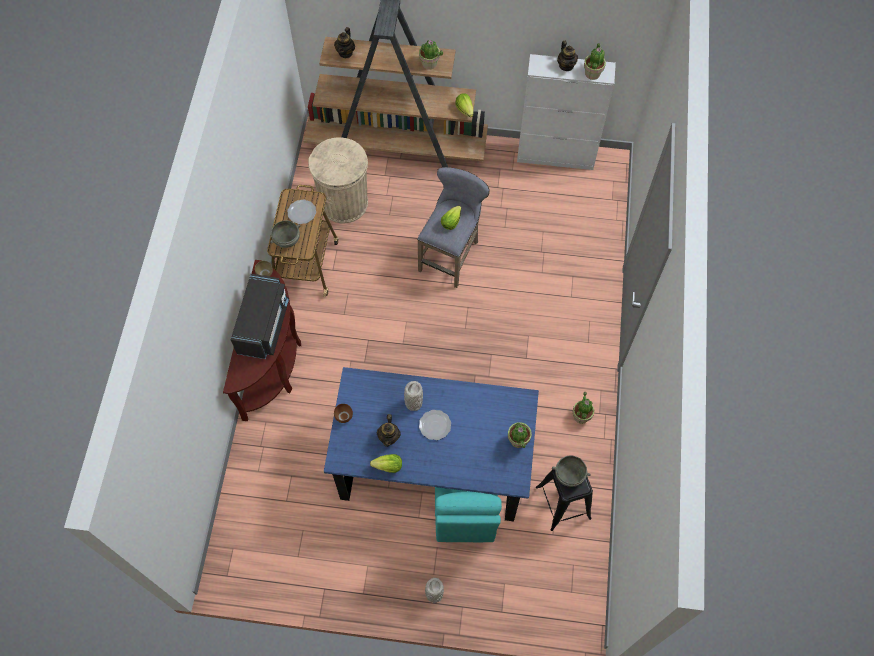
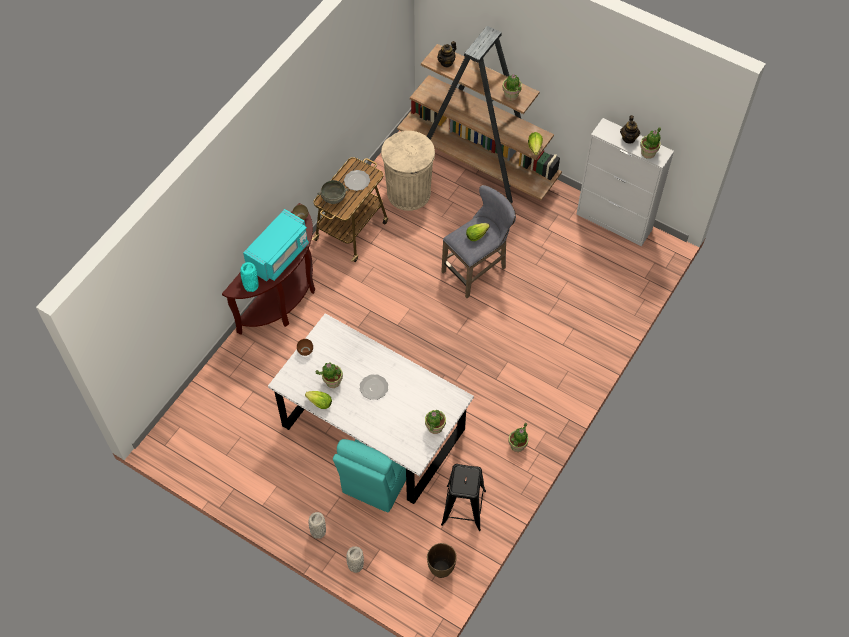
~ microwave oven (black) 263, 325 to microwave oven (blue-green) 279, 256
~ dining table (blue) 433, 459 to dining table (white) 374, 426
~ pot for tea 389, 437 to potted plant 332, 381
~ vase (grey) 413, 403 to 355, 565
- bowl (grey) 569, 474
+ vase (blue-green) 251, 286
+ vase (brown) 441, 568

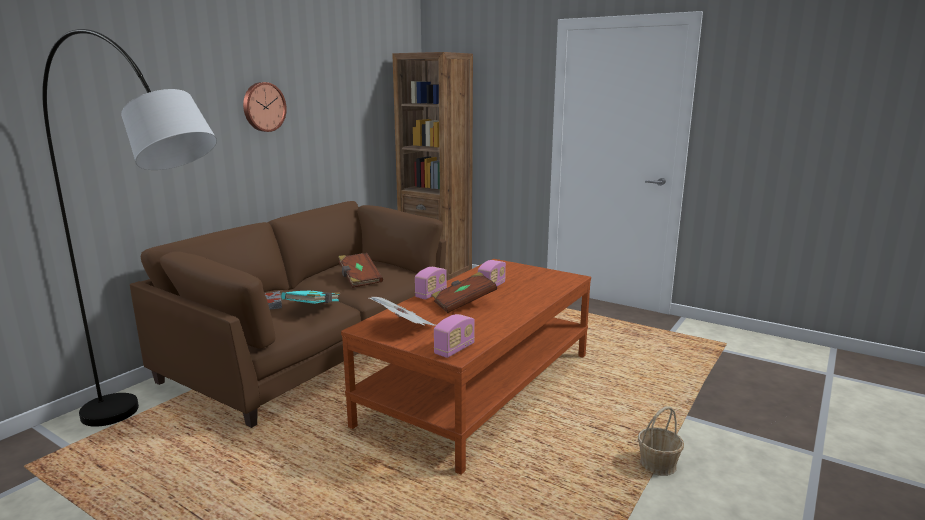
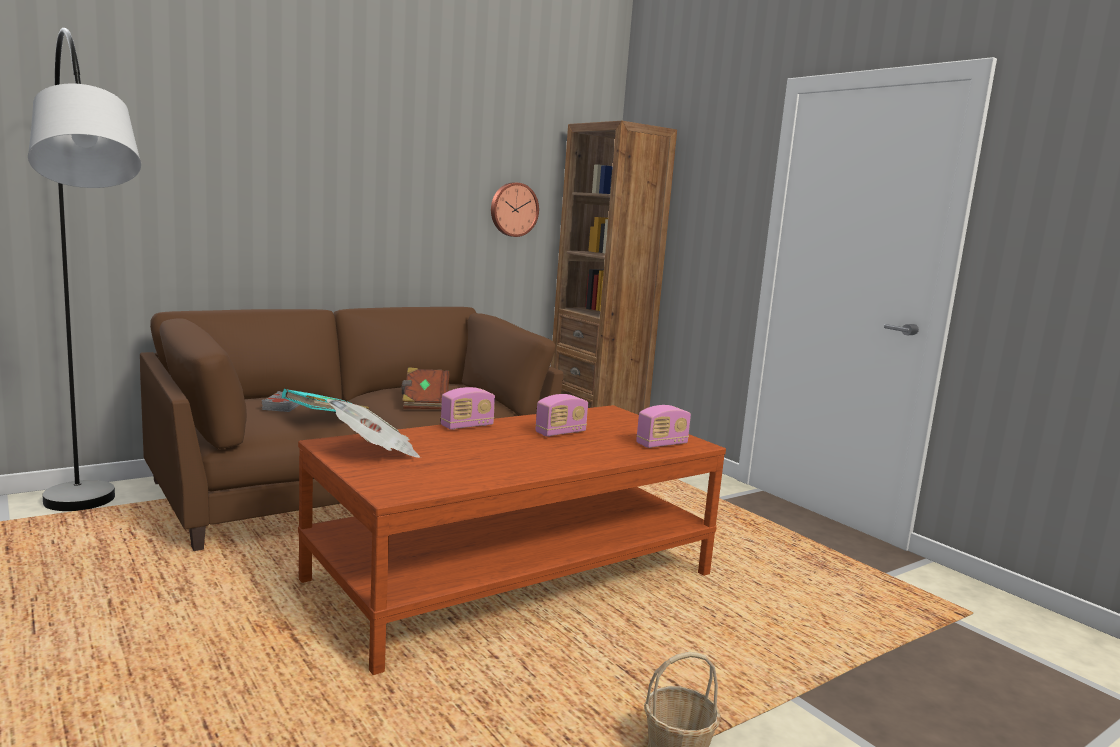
~ hanging clock 263, 107 to 513, 209
- volume (brown) 463, 303
~ radio set 454, 349 to 661, 444

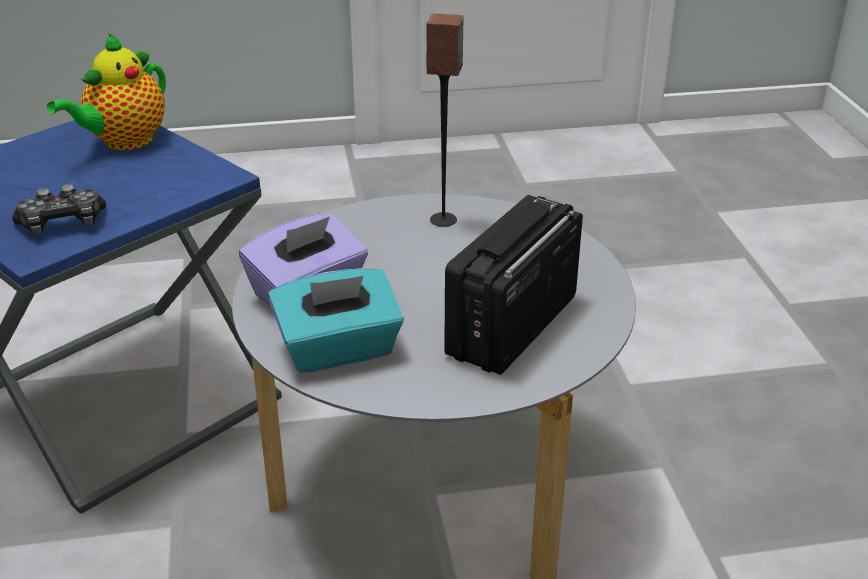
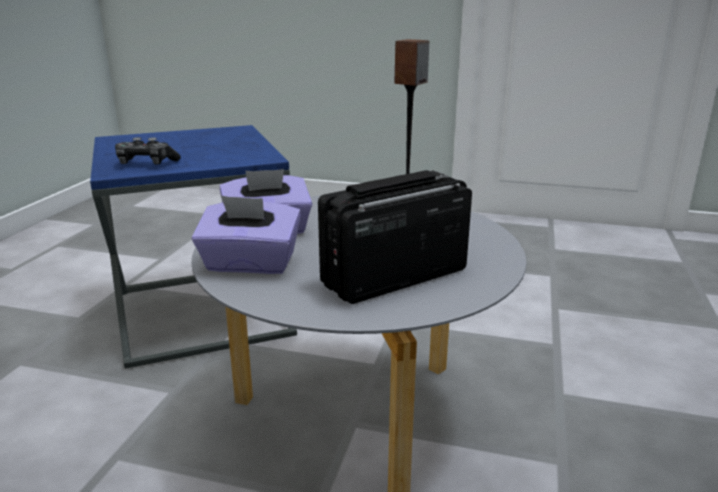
- pot for tea 124, 142
~ tissue box (blue-green) 338, 350 to tissue box (purple) 250, 264

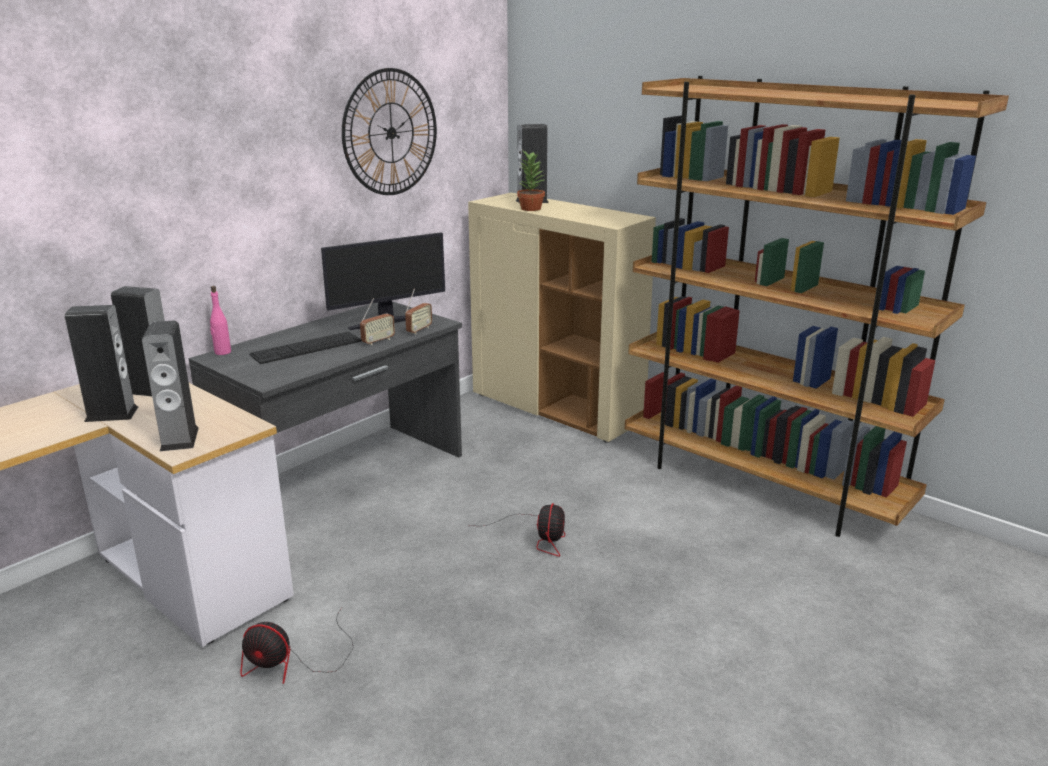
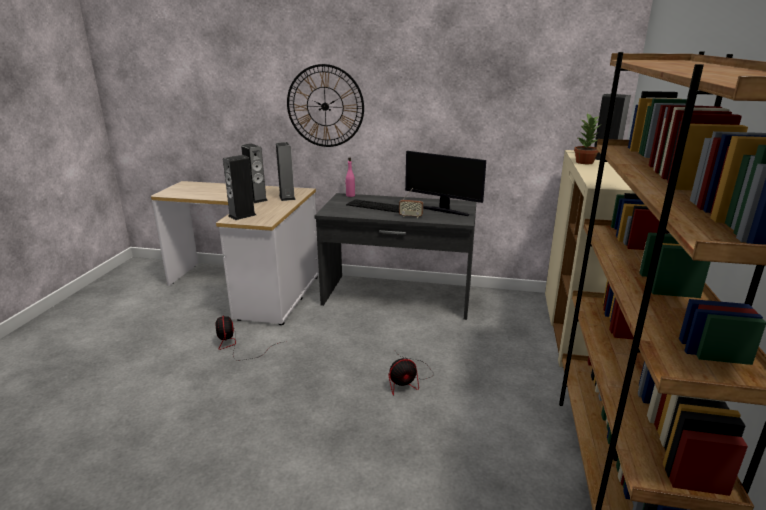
~ hanging clock 391, 133 to 325, 106
- radio set 419, 330

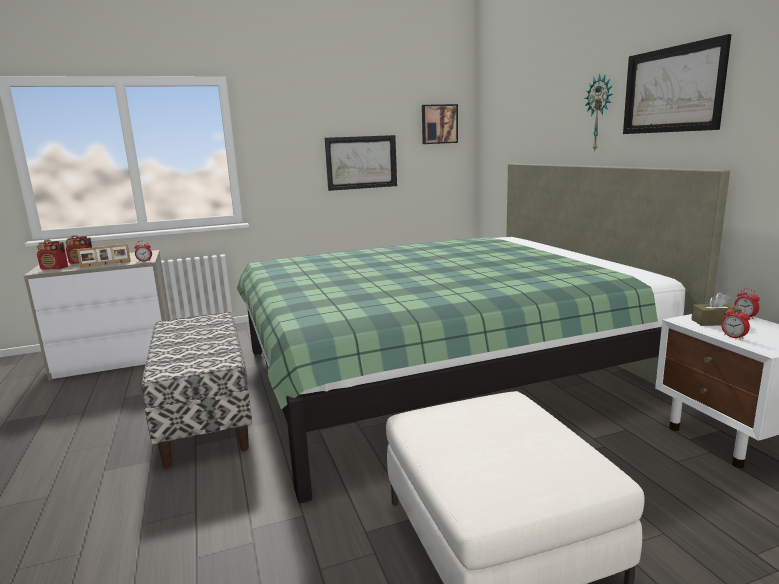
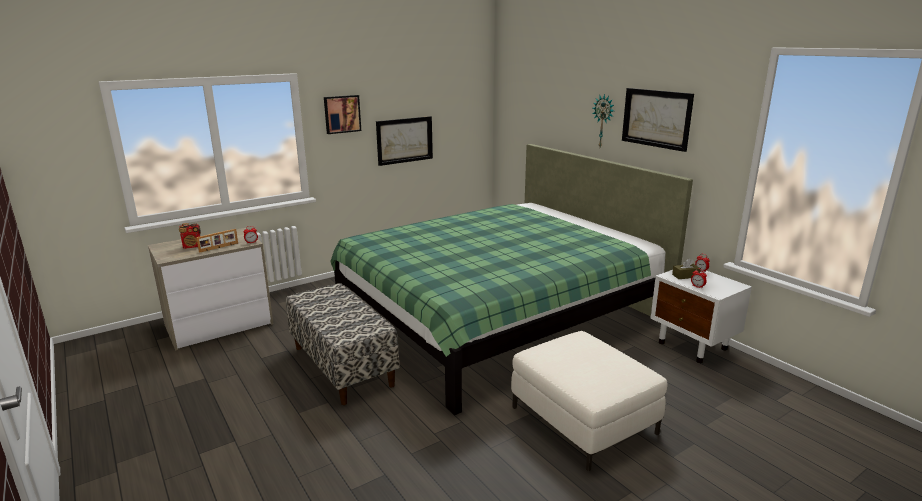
- radio set 54, 268
~ wall picture 439, 124 to 342, 114

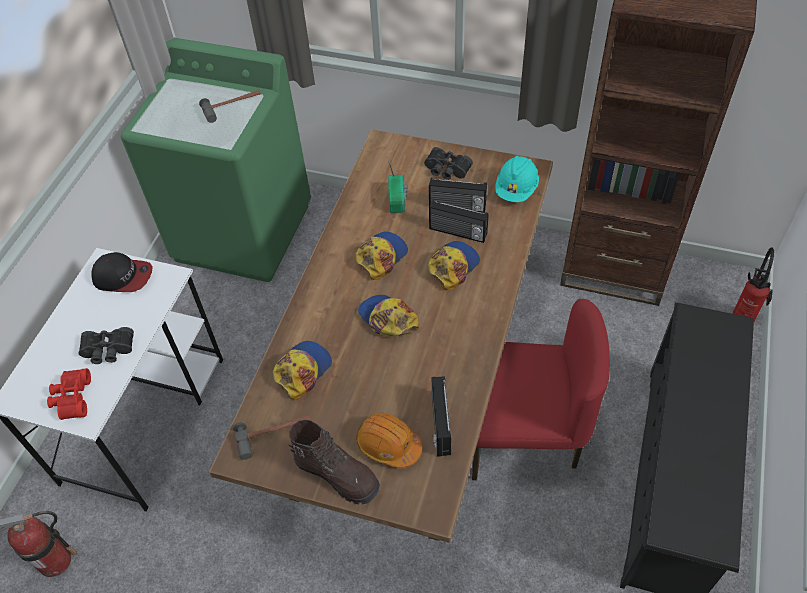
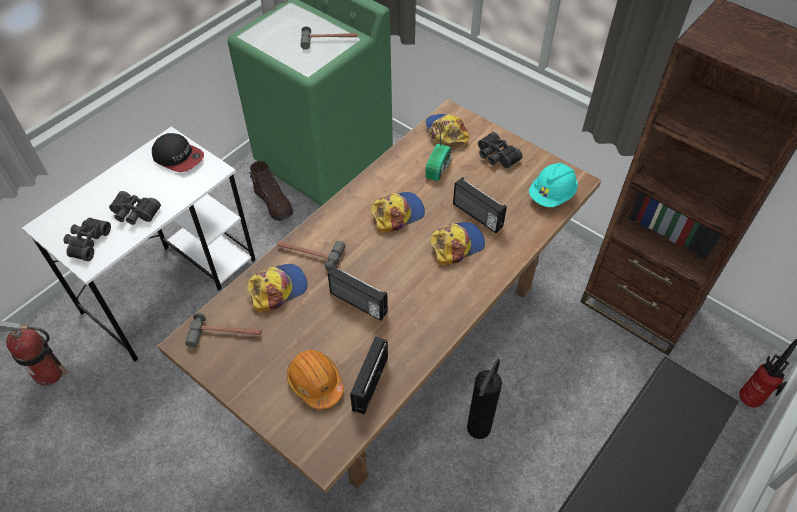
~ binoculars (red-coloured) 71, 398 to binoculars (black) 87, 242
~ tall boot (brown) 337, 474 to 274, 203
~ peaked cap 387, 319 to 446, 133
~ radio set 457, 207 to 358, 303
~ upright chair (red-coloured) 524, 435 to fire-fighting cylinder 479, 426
+ hammer 309, 253

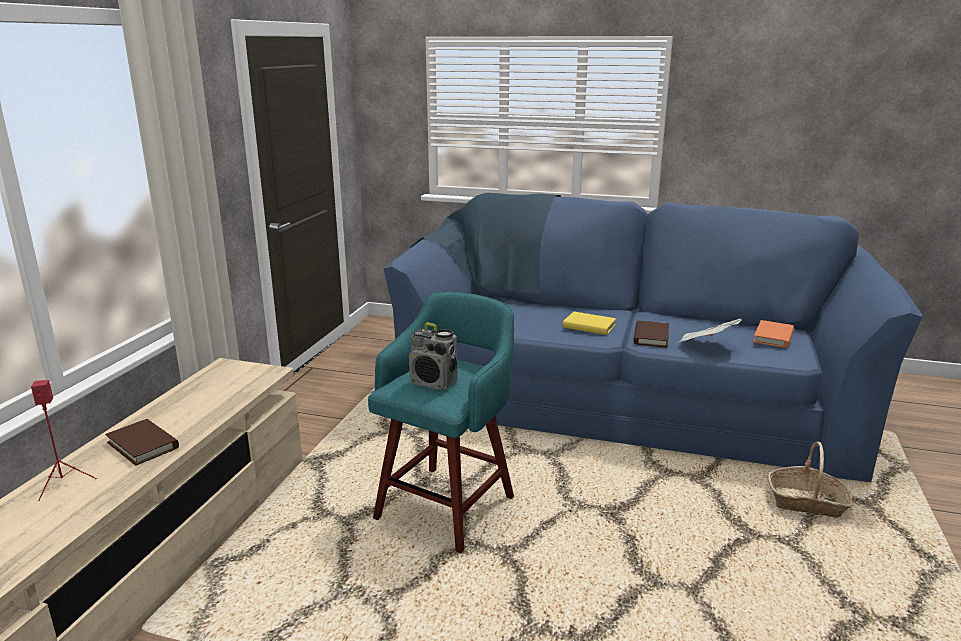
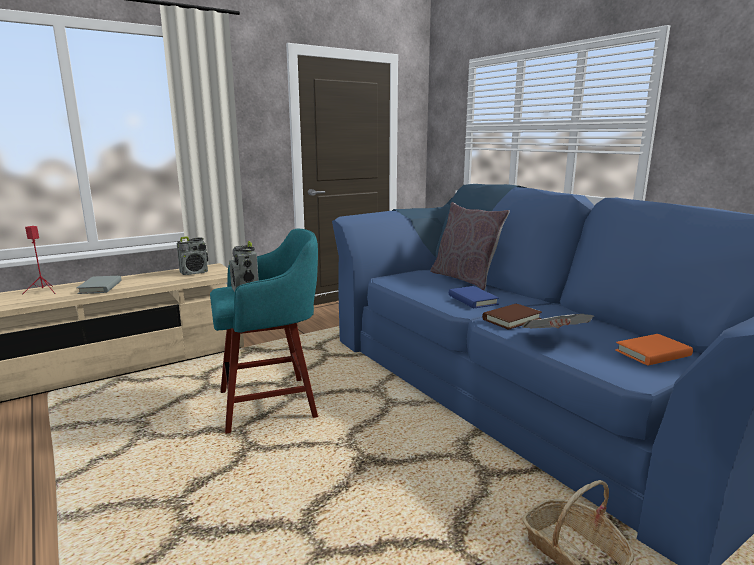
~ volume (brown) 143, 445 to volume (grey) 100, 287
~ volume (yellow-coloured) 589, 326 to volume (blue) 472, 300
+ radio set 194, 272
+ pillow (grey) 465, 279

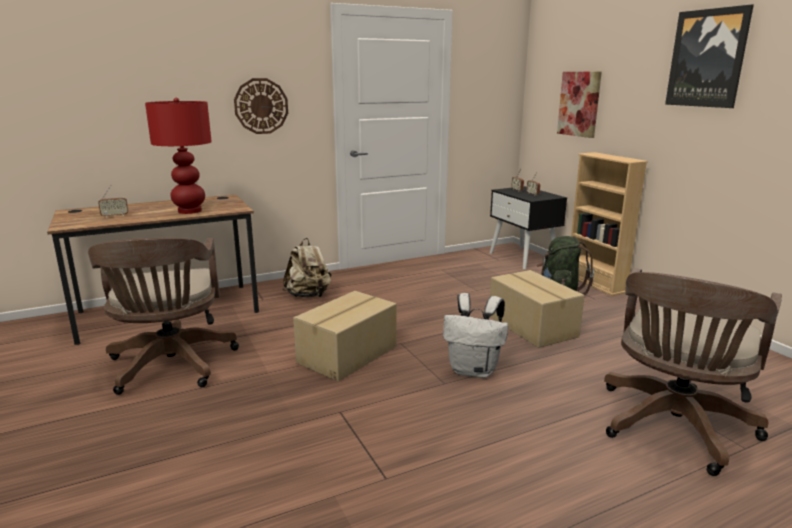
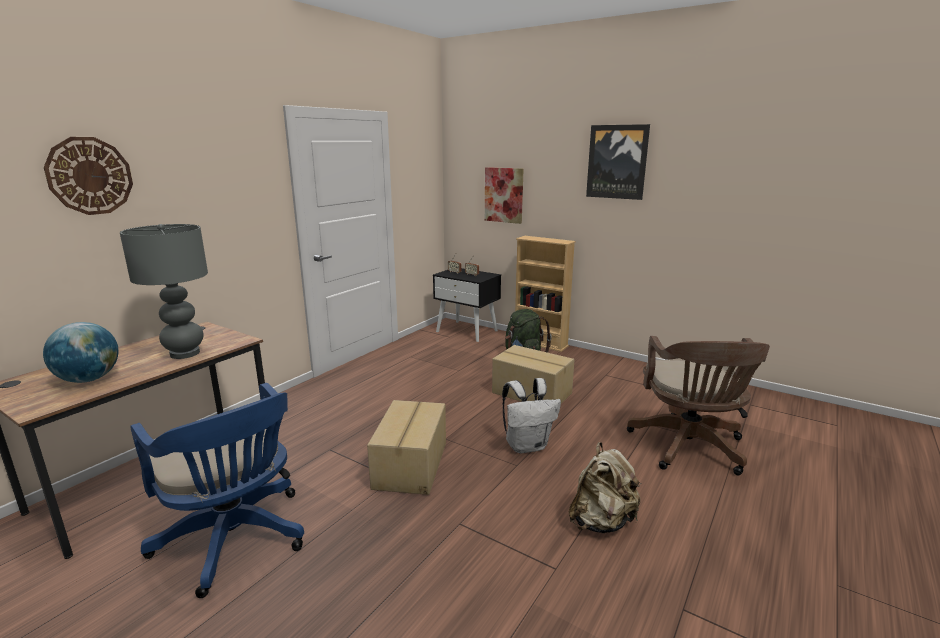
~ computer chair (brown) 171, 367 to computer chair (blue) 236, 541
~ radio set 115, 216 to world globe 89, 379
~ lamp for a table (red-coloured) 189, 211 to lamp for a table (grey) 184, 354
~ hanging clock 261, 106 to 90, 176
~ rucksack (beige) 308, 296 to 601, 521

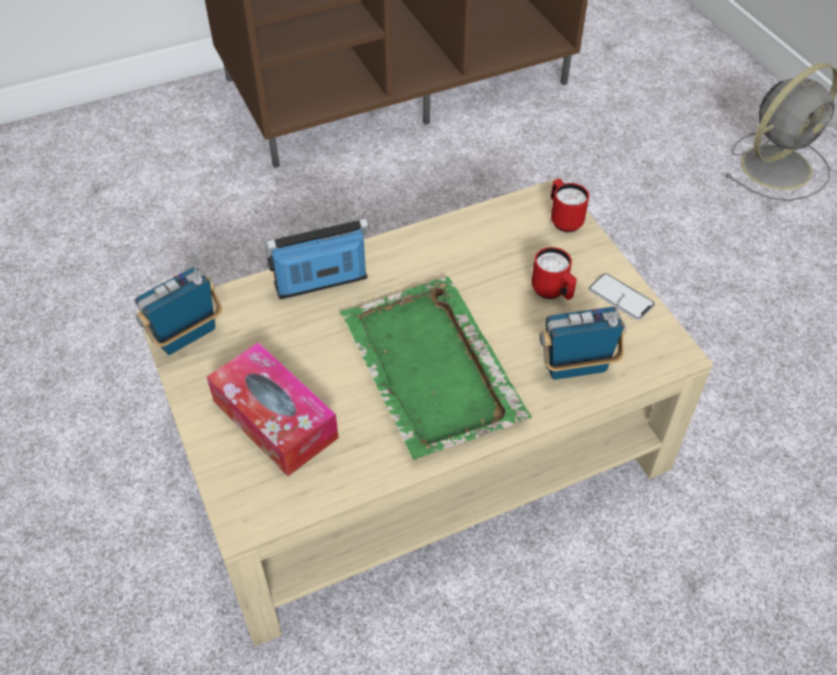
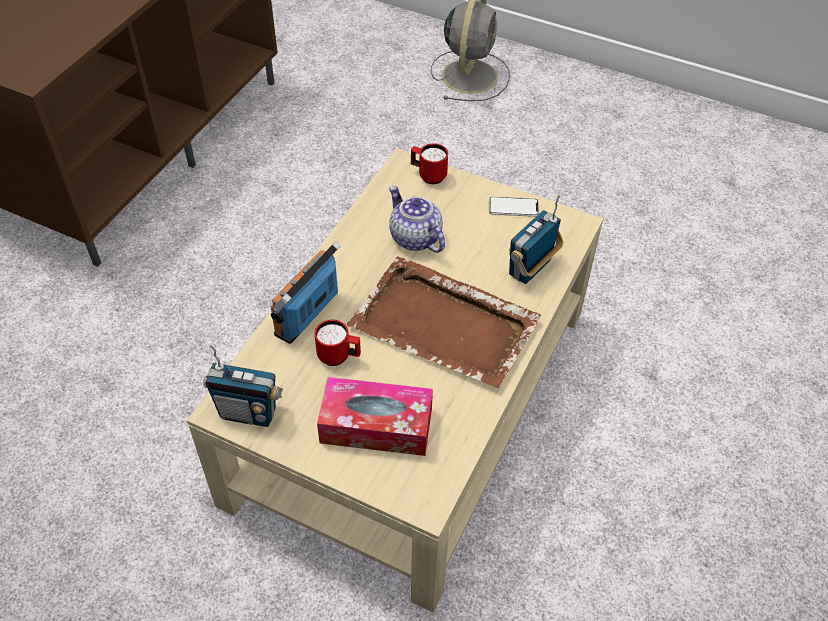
~ radio set 186, 336 = 248, 413 90 degrees counterclockwise
~ serving tray (green-coloured) 431, 370 to serving tray (brown) 445, 326
~ coffee mug (red-coloured) 552, 292 to 339, 357
+ pot for tea 414, 238

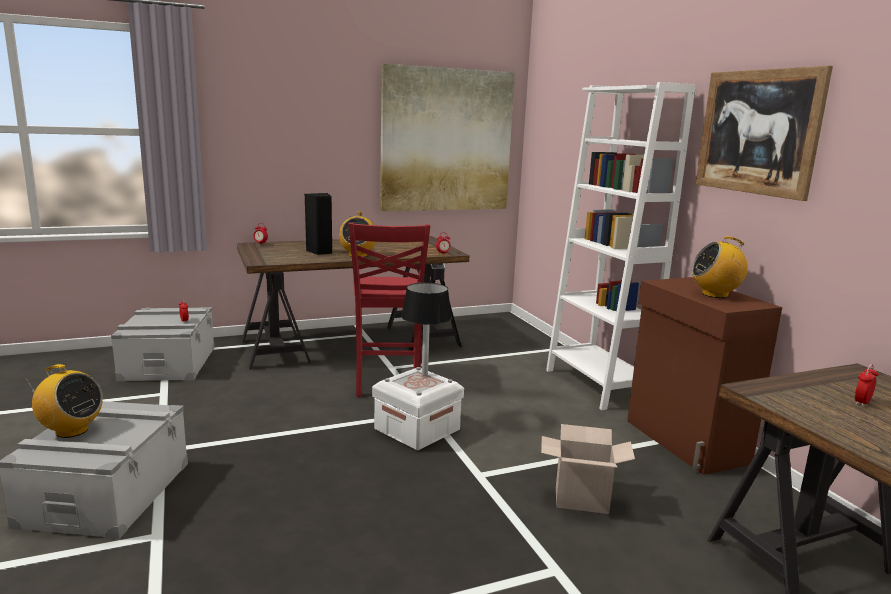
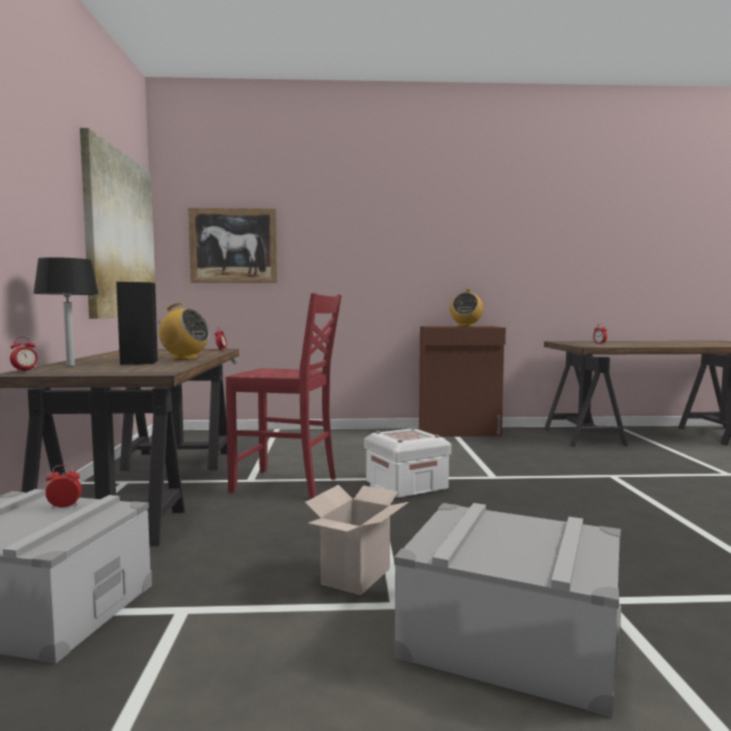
- radio set 71, 430
~ lamp for a table (black) 424, 374 to 70, 366
~ cardboard box 579, 501 to 357, 577
- bookshelf (white) 596, 385
~ wall picture 757, 132 to 233, 245

